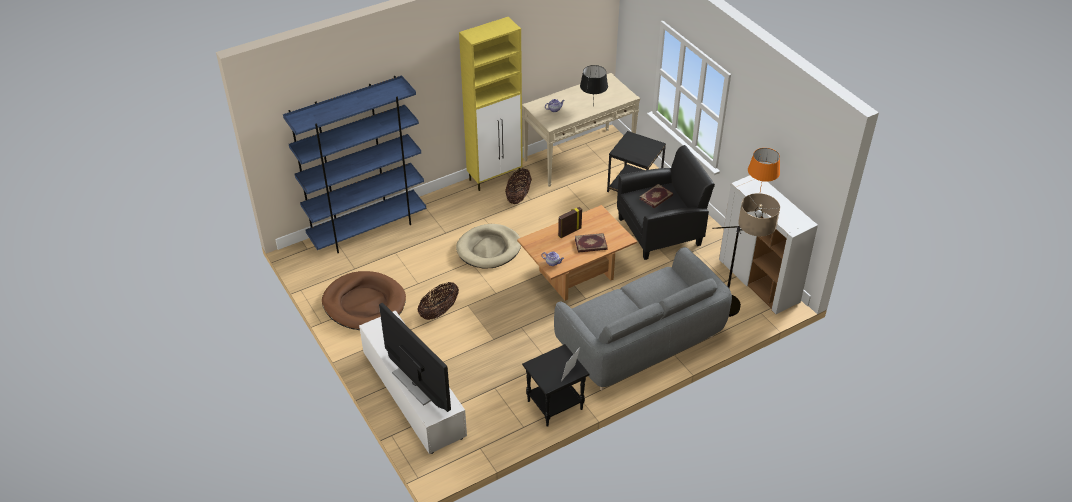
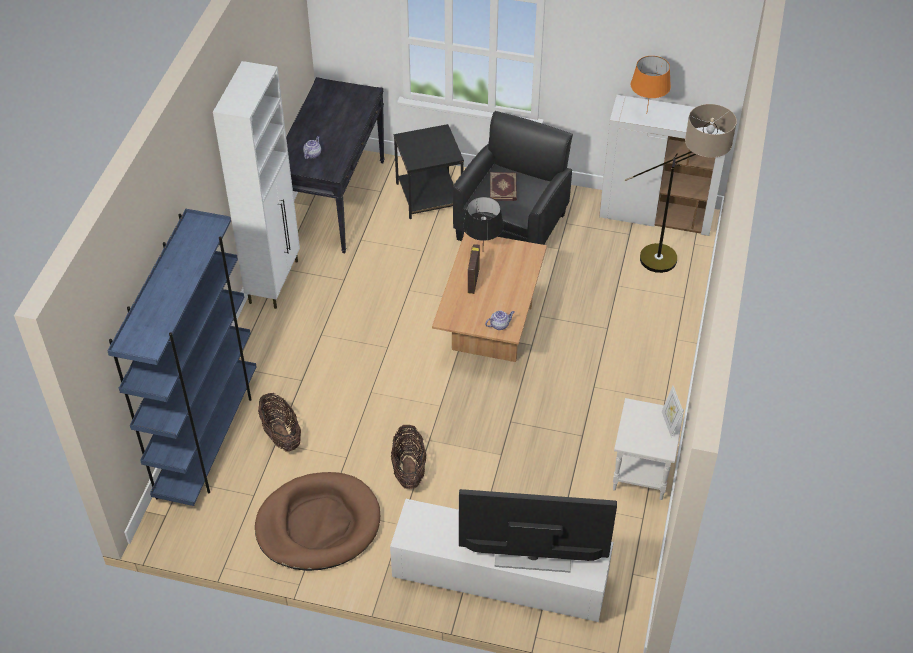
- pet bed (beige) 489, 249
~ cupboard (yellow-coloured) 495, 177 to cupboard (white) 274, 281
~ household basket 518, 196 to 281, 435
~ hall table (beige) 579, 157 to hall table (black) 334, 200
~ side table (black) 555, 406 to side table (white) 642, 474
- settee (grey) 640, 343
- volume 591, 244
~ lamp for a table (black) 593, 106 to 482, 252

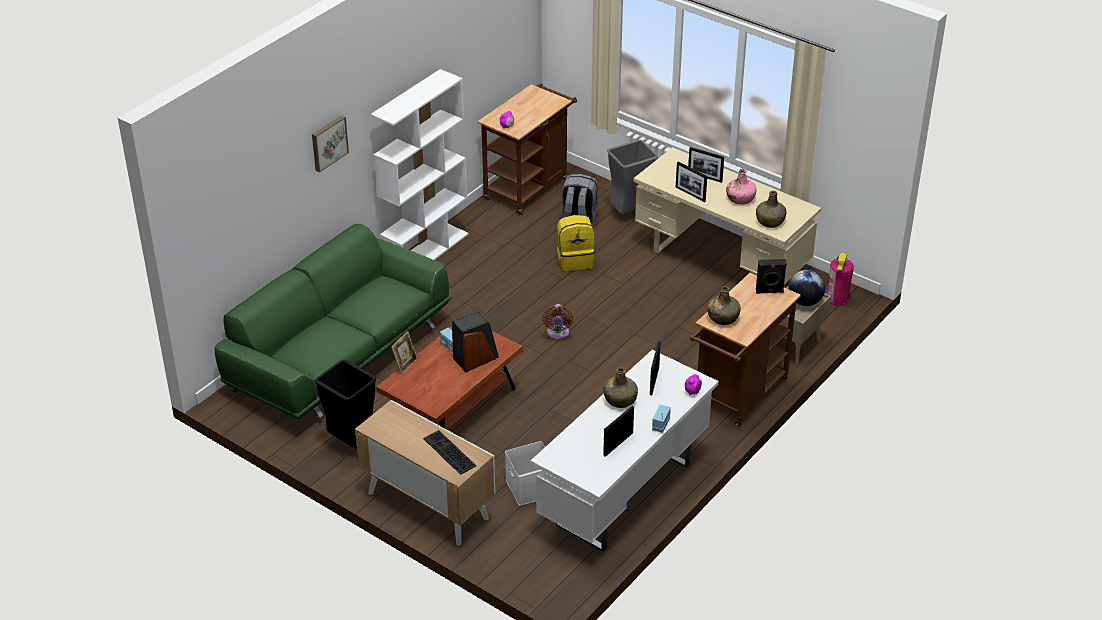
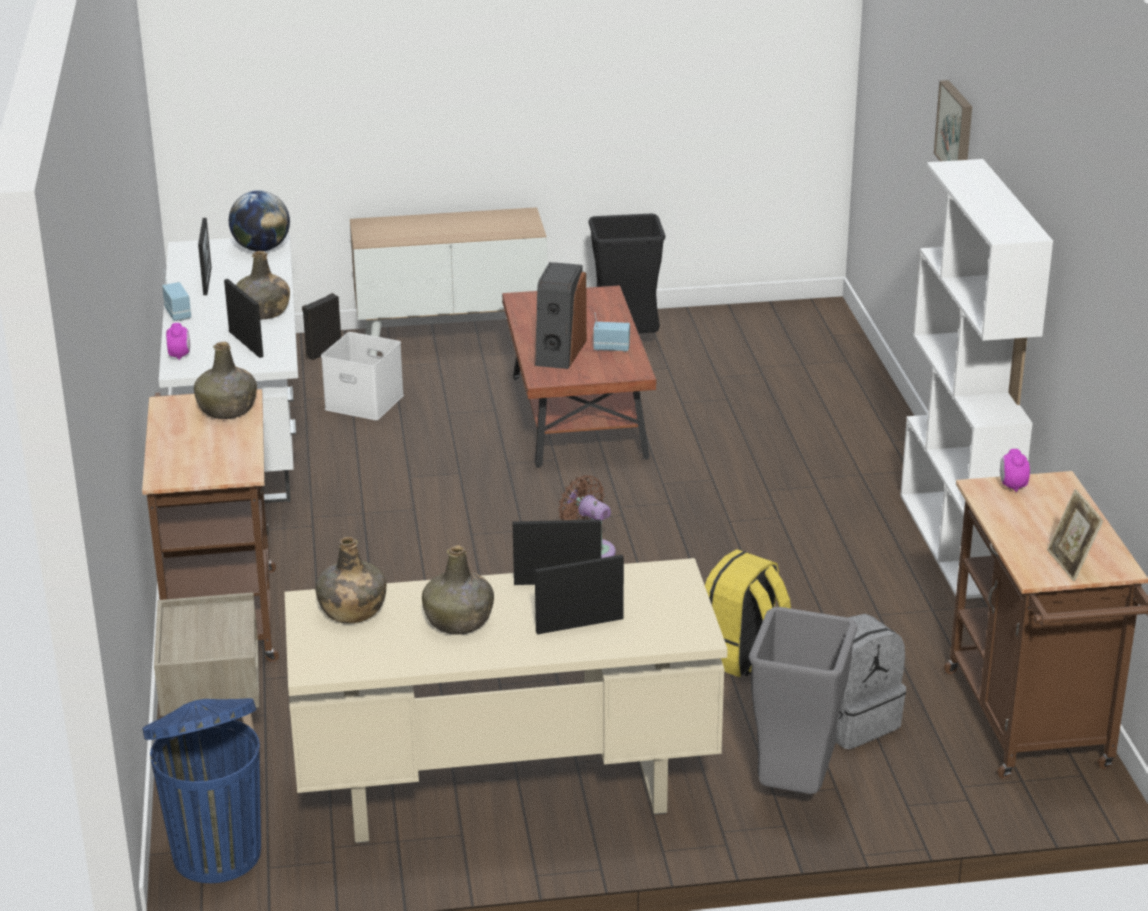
- settee (green-coloured) 339, 355
~ picture frame 405, 364 to 1071, 564
- PC keyboard 448, 452
~ drink bottle (pink-coloured) 740, 199 to drink bottle (green-coloured) 459, 621
~ audio speaker (black) 769, 292 to 323, 351
~ world globe 805, 302 to 261, 249
~ fire-fighting cylinder 837, 299 to waste bin (blue) 216, 852

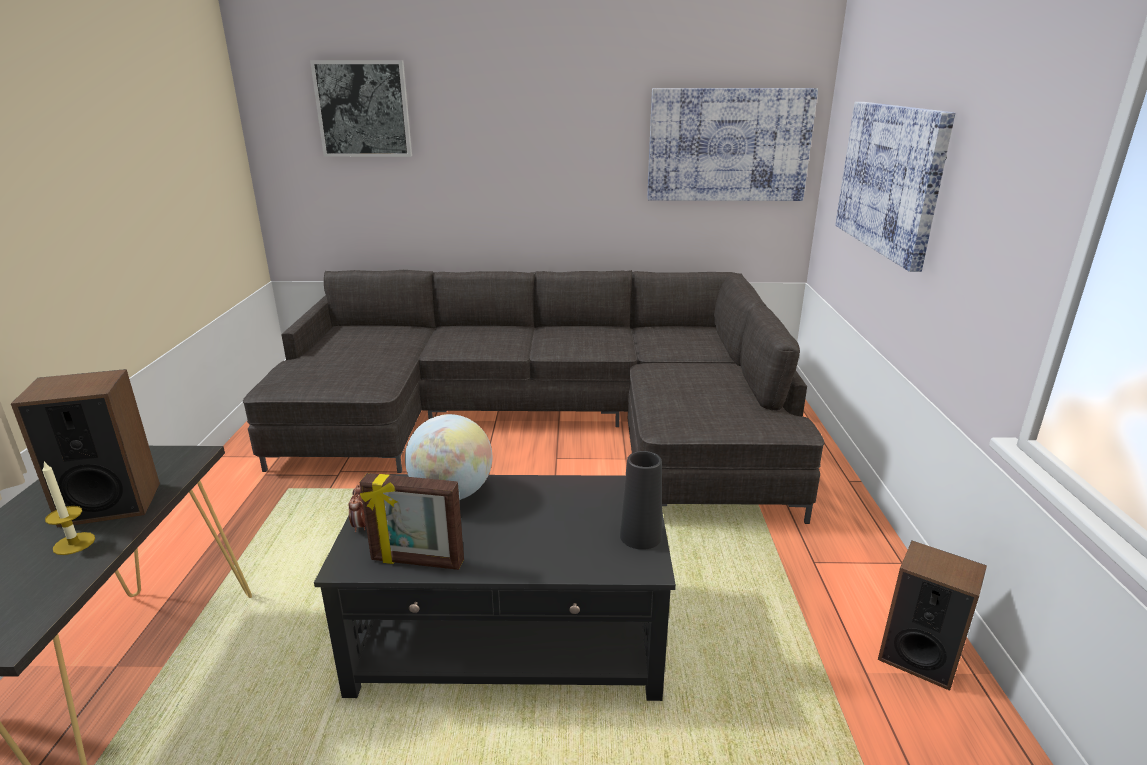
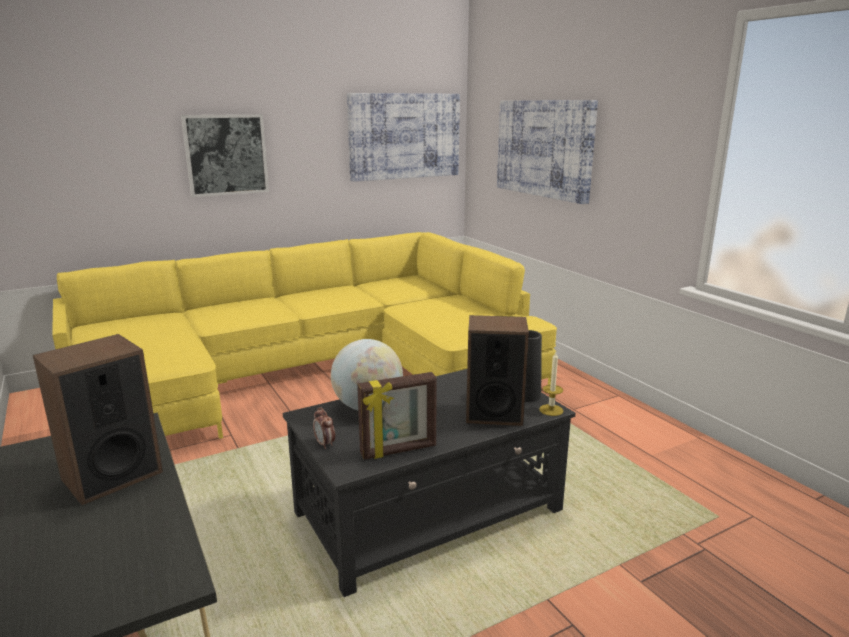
~ wax light 74, 543 to 551, 410
~ settee (grey) 545, 422 to settee (yellow-coloured) 312, 373
~ wall picture 363, 109 to 226, 155
~ audio speaker 918, 657 to 494, 413

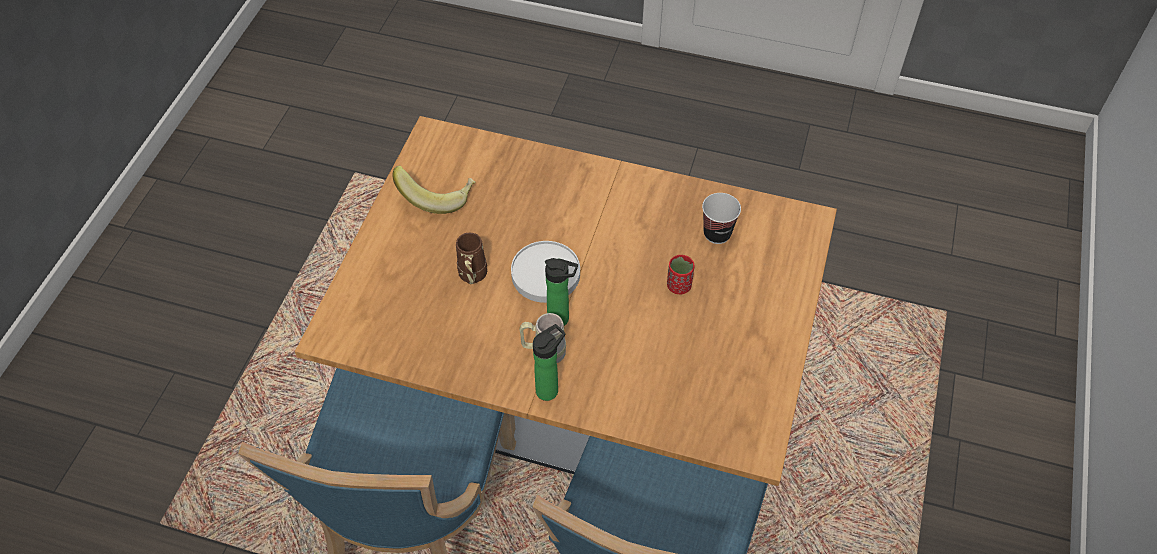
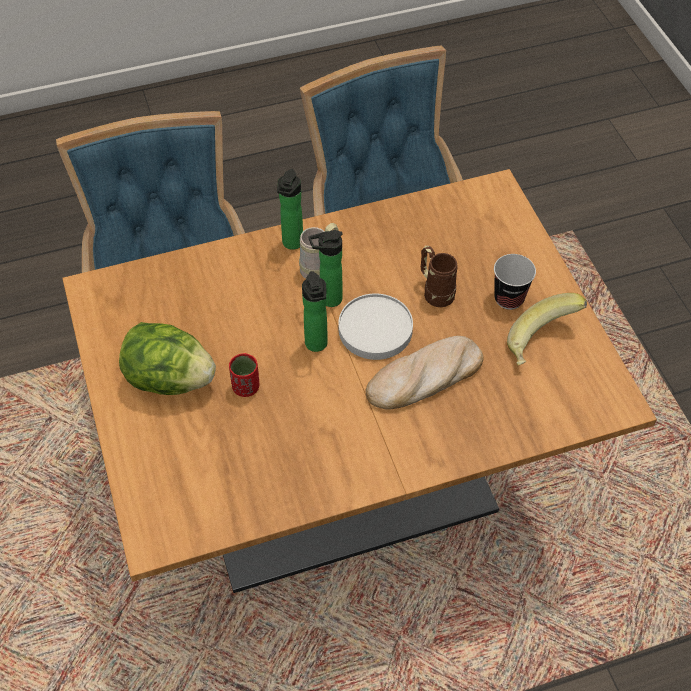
~ cup 717, 234 to 509, 298
+ head of lettuce 169, 379
+ drink bottle 317, 346
+ bakery bread 424, 377

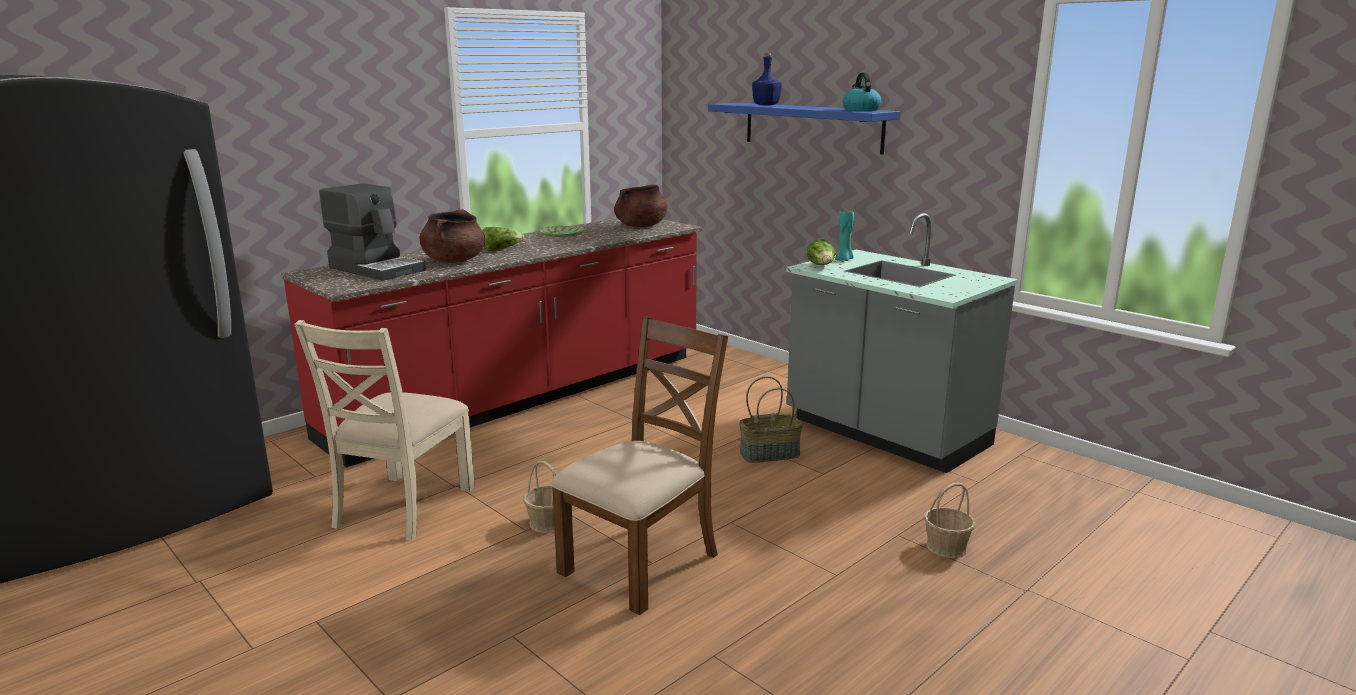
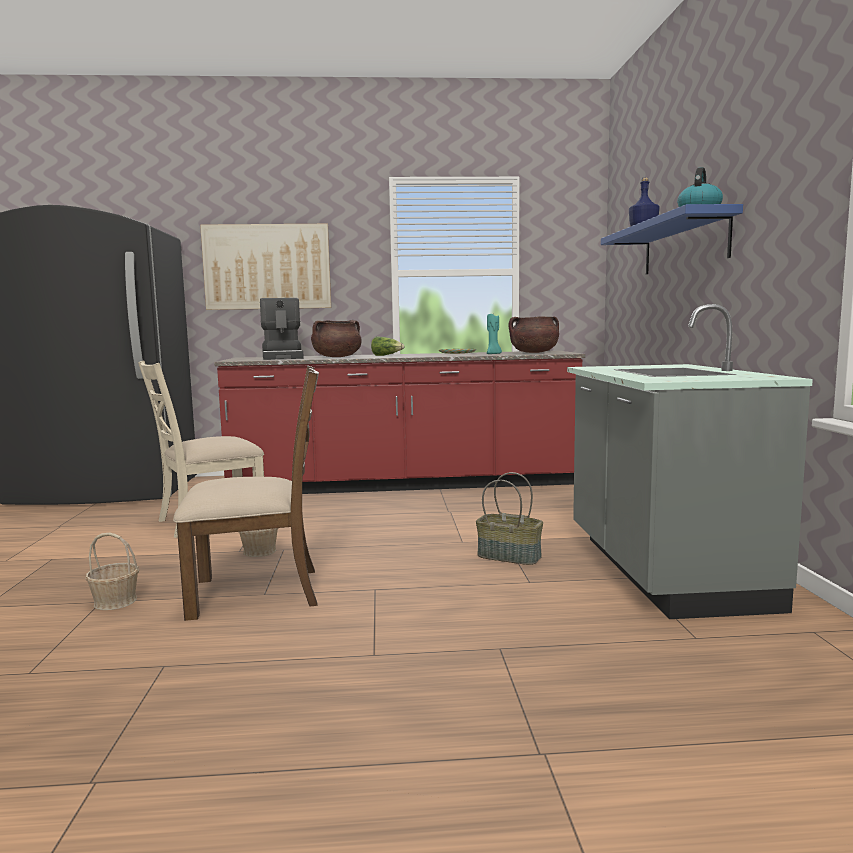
- head of lettuce 821, 266
~ wax light (blue-green) 844, 260 to 493, 354
~ household basket 947, 547 to 115, 601
+ wall picture 267, 267

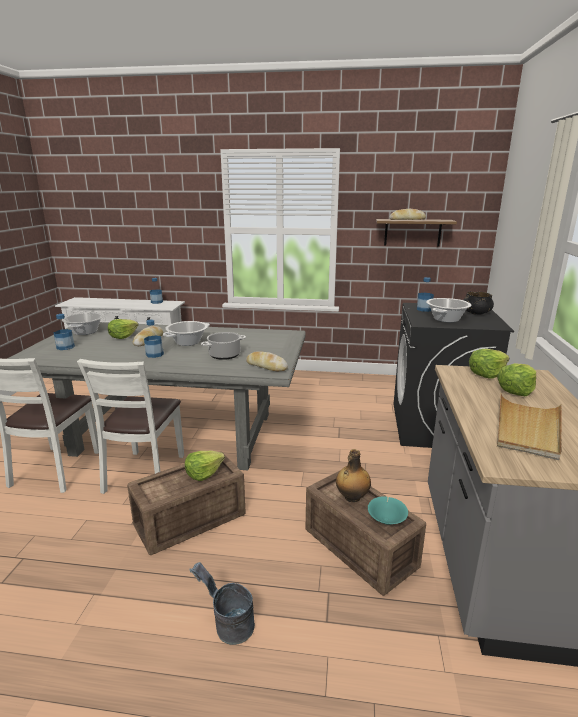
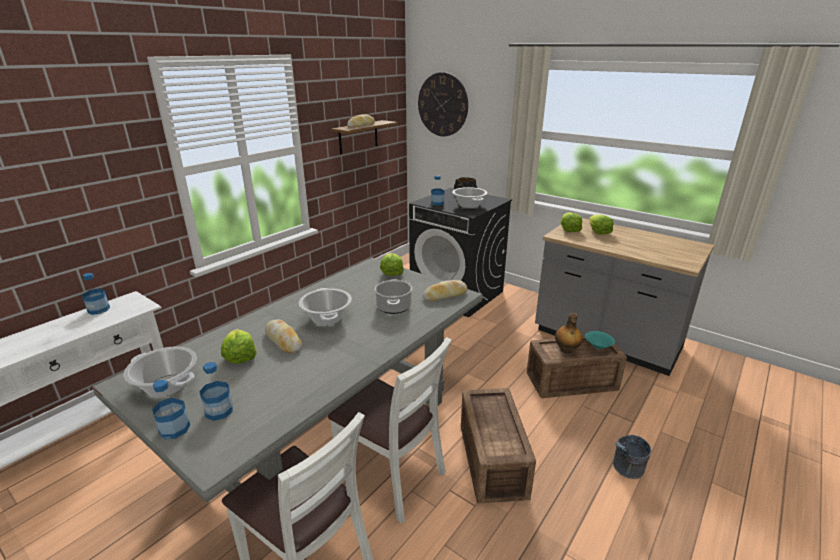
~ drink bottle 154, 354 to 174, 429
~ head of lettuce 203, 473 to 391, 272
- serving tray (beige) 527, 428
+ hanging clock 442, 105

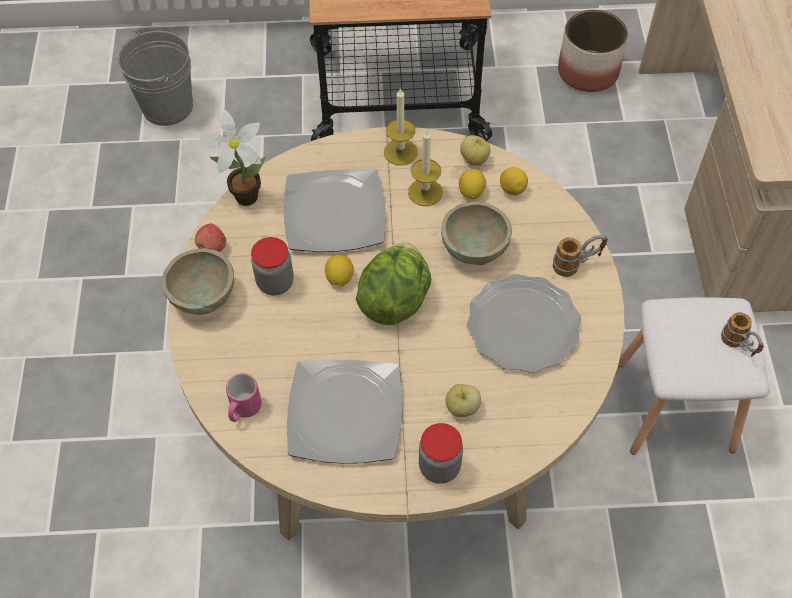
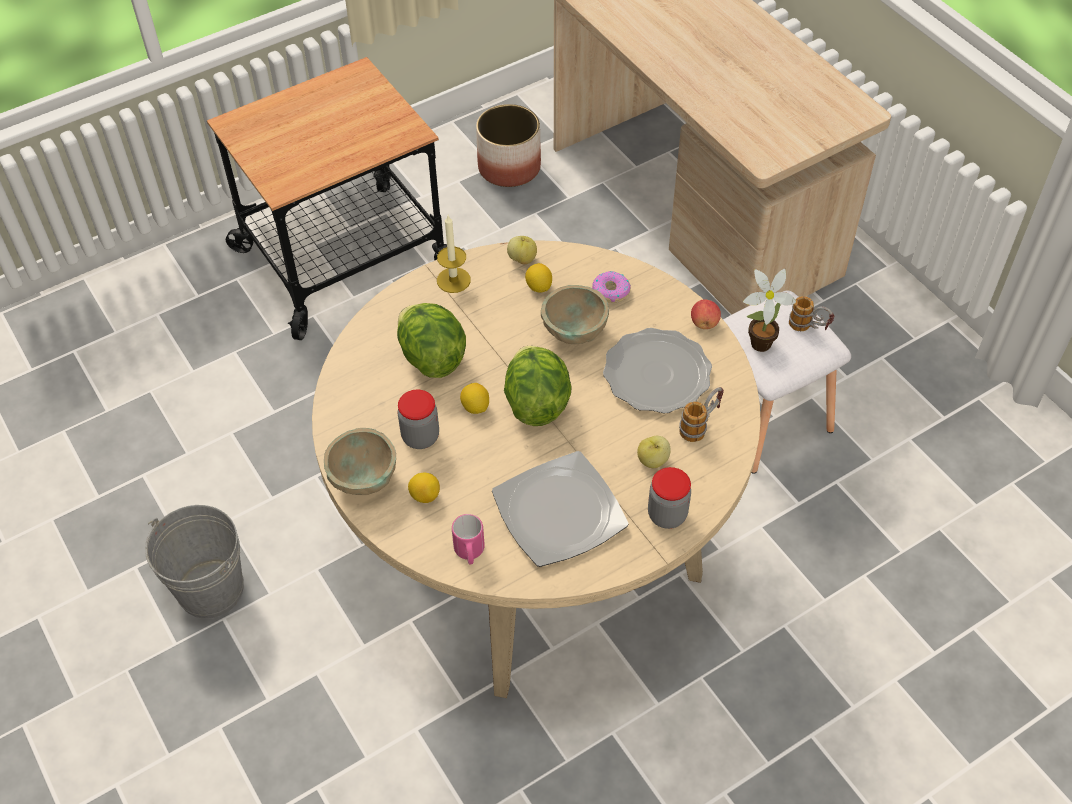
~ pail (grey) 167, 106 to 210, 589
~ whole apple 213, 247 to 704, 323
~ potted plant 243, 196 to 757, 344
~ dinner plate 333, 214 to head of lettuce 431, 357
- wax light 425, 192
~ whole lemon 512, 189 to 425, 495
~ coffee mug 577, 264 to 701, 425
+ donut 610, 291

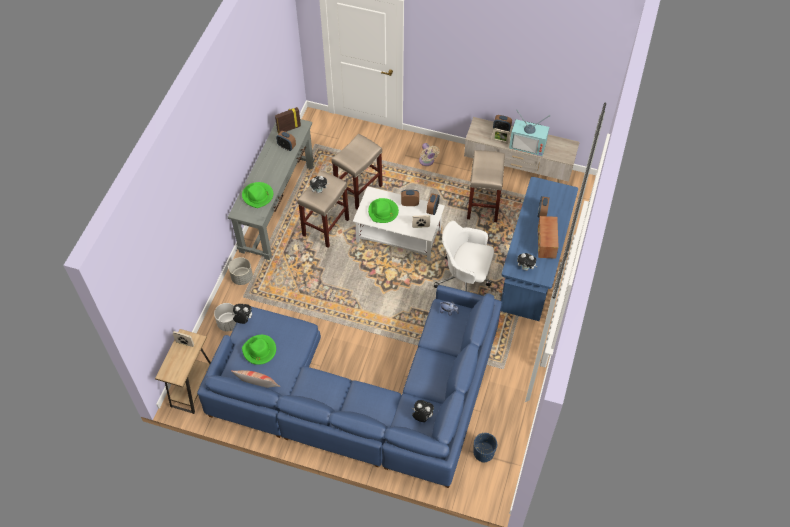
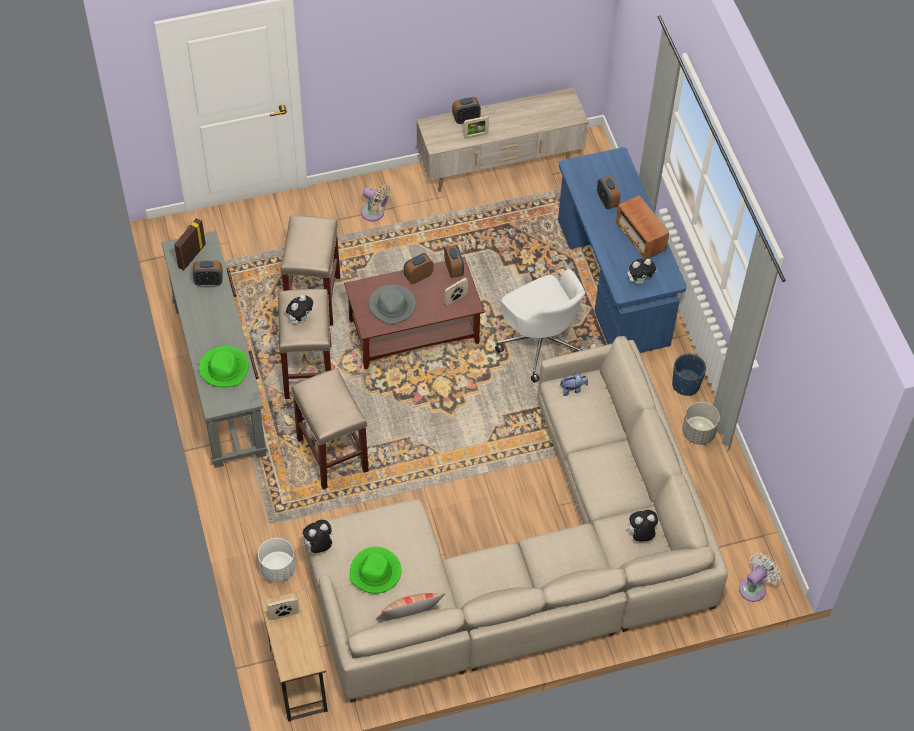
~ settee (blue) 360, 397 to settee (beige) 525, 563
~ planter (grey) 242, 277 to 698, 432
~ lounge table (white) 398, 236 to lounge table (brown) 413, 332
~ hat (green-coloured) 383, 212 to hat (grey) 392, 306
~ computer chair (white) 465, 279 = 540, 342 105 degrees counterclockwise
~ stool (beige) 483, 204 to 331, 454
~ planter (blue) 483, 453 to 686, 384
- TV 528, 144
+ cooling fan (white) 754, 587

